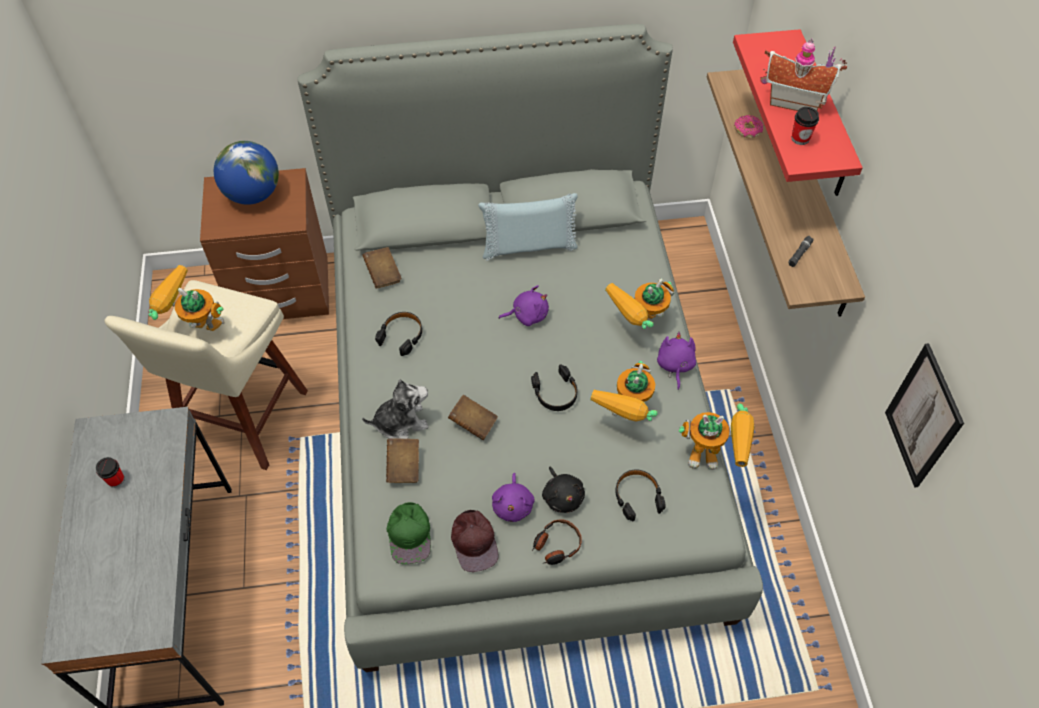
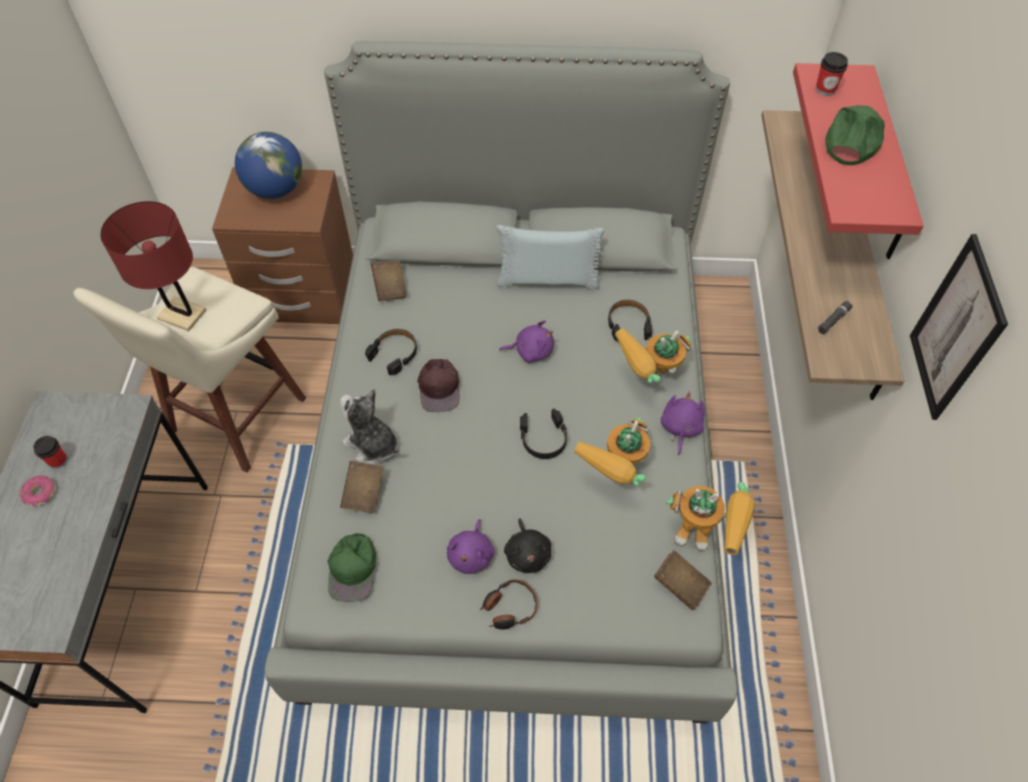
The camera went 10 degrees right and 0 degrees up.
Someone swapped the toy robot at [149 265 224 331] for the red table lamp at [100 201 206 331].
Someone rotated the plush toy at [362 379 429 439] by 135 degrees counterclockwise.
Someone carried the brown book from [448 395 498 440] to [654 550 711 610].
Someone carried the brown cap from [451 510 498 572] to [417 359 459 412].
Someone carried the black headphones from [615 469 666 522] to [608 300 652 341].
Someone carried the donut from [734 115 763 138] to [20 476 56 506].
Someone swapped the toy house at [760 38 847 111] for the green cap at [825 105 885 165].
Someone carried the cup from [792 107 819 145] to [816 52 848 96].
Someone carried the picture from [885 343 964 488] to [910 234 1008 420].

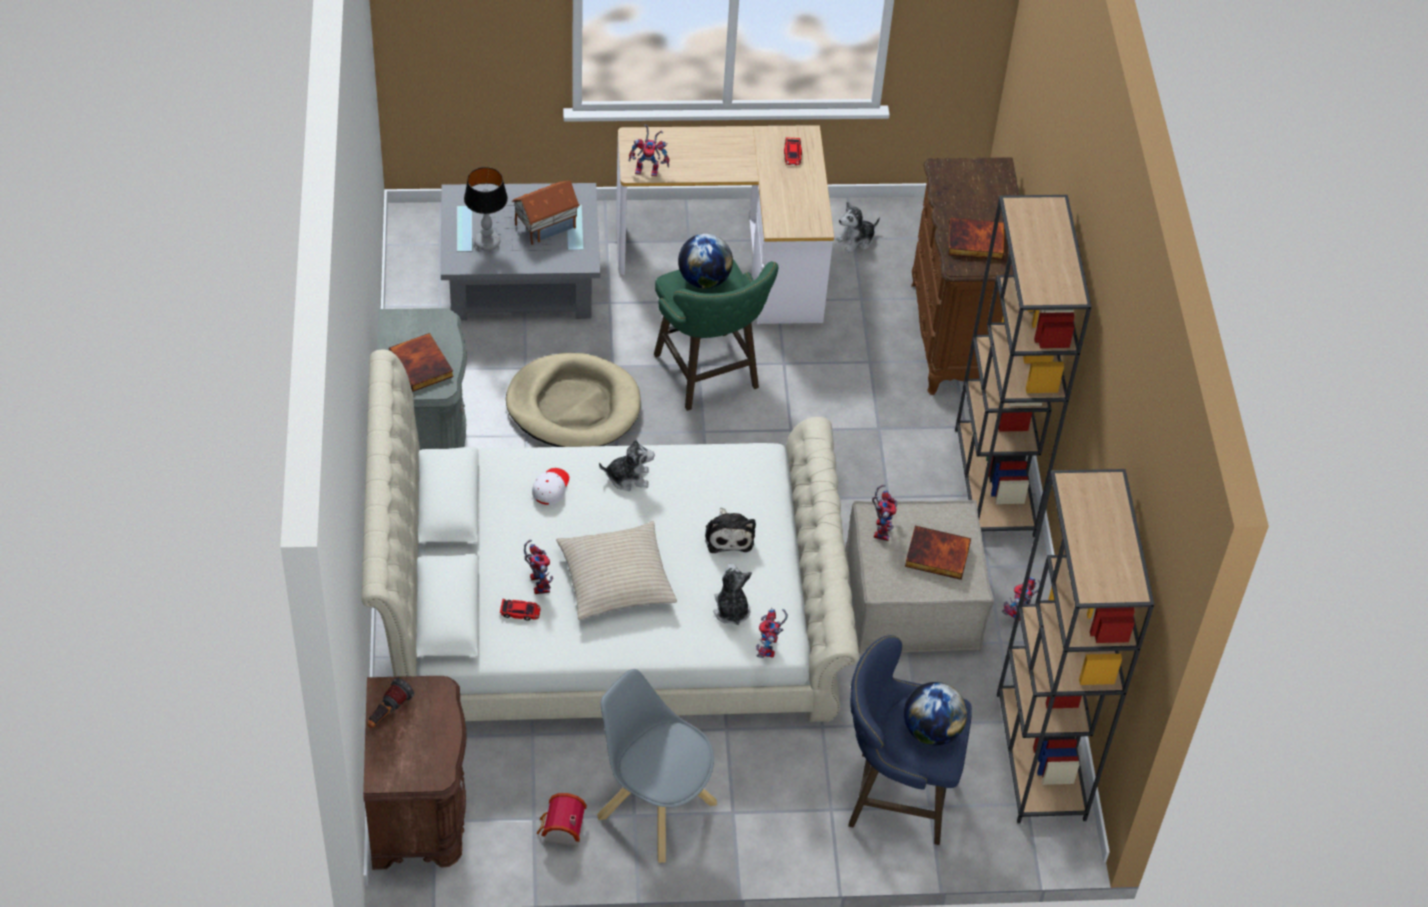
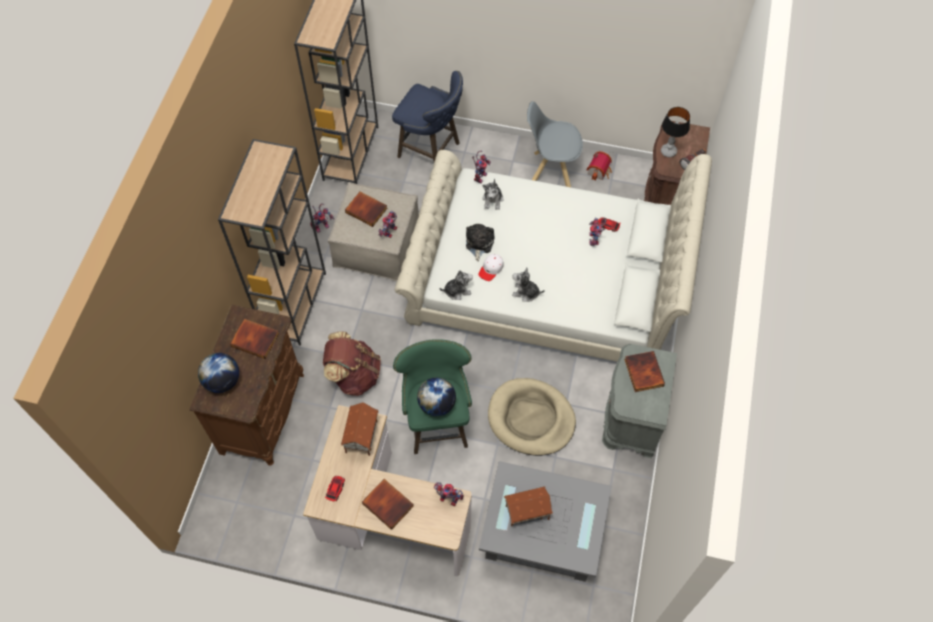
The camera went 160 degrees left and 10 degrees up.
Someone carried the table lamp from [464 167 508 251] to [661 107 690 158].
Someone carried the white cap from [532 468 569 505] to [478 254 503 281].
Someone took away the beige pillow at [556 521 677 620].
Someone rotated the grey chair at [597 669 717 863] by 135 degrees clockwise.
Someone carried the plush toy from [836 201 880 253] to [440 270 473 300].
Someone carried the globe from [904 682 967 746] to [198 353 239 393].
Someone put down the brown backpack at [323 331 381 396].
Someone put down the toy house at [341 403 379 456].
Someone put down the book at [362 479 414 530].

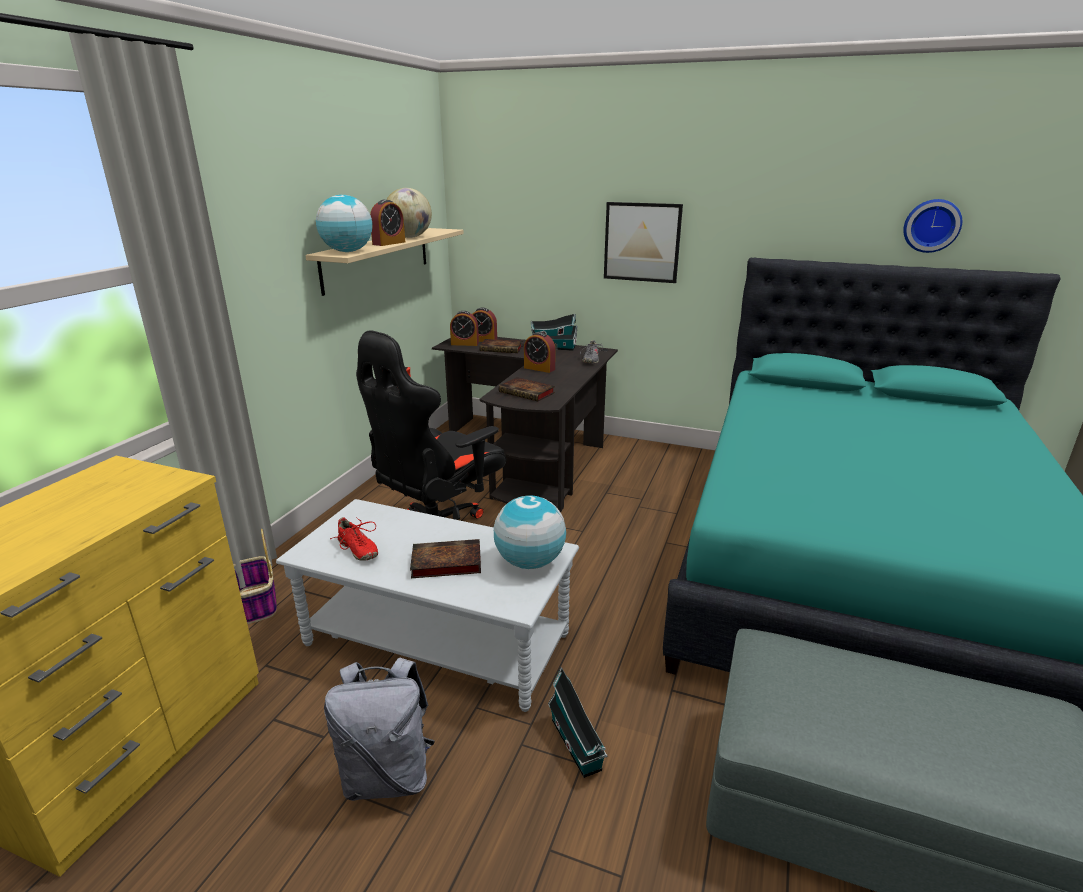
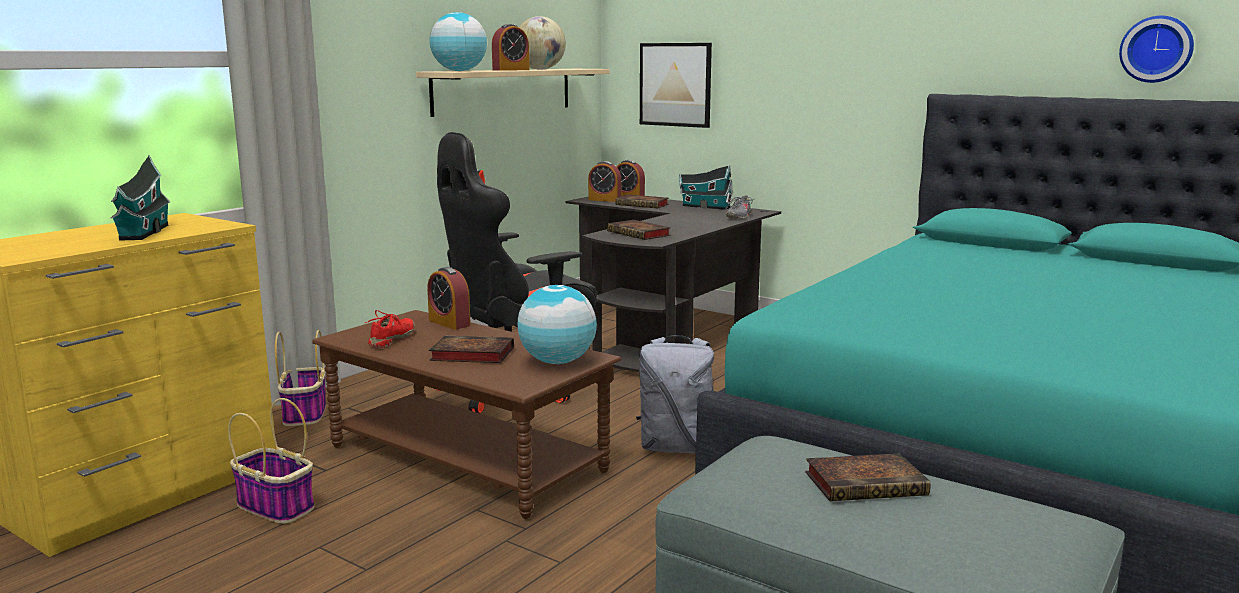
The camera went 15 degrees right and 10 degrees down.
Someone repainted the grey coffee table at [276 499 579 712], which became the brown coffee table at [312 310 621 519].
Someone carried the grey backpack from [324 657 435 801] to [636 335 714 453].
Someone rotated the red shoe at [330 517 378 561] by 135 degrees counterclockwise.
Someone carried the alarm clock from [524 332 555 373] to [427 267 471 330].
Someone carried the toy house from [548 667 608 778] to [110 155 170 241].
Someone carried the picture from [604 202 683 283] to [640 43 712 128].
Someone put down the basket at [228 398 314 524].
Someone put down the book at [805 453 931 501].

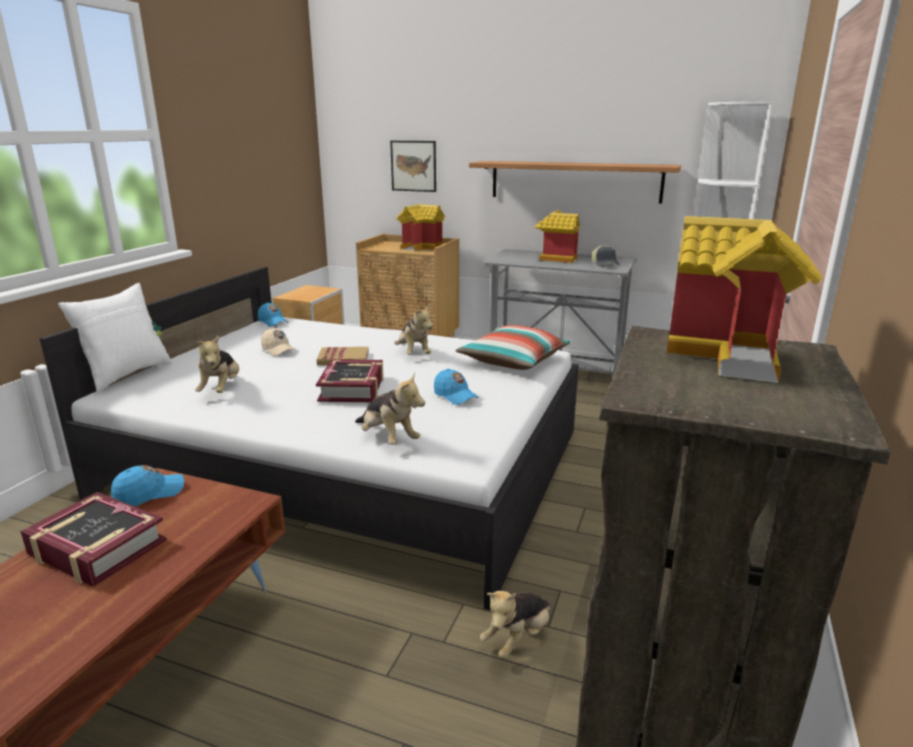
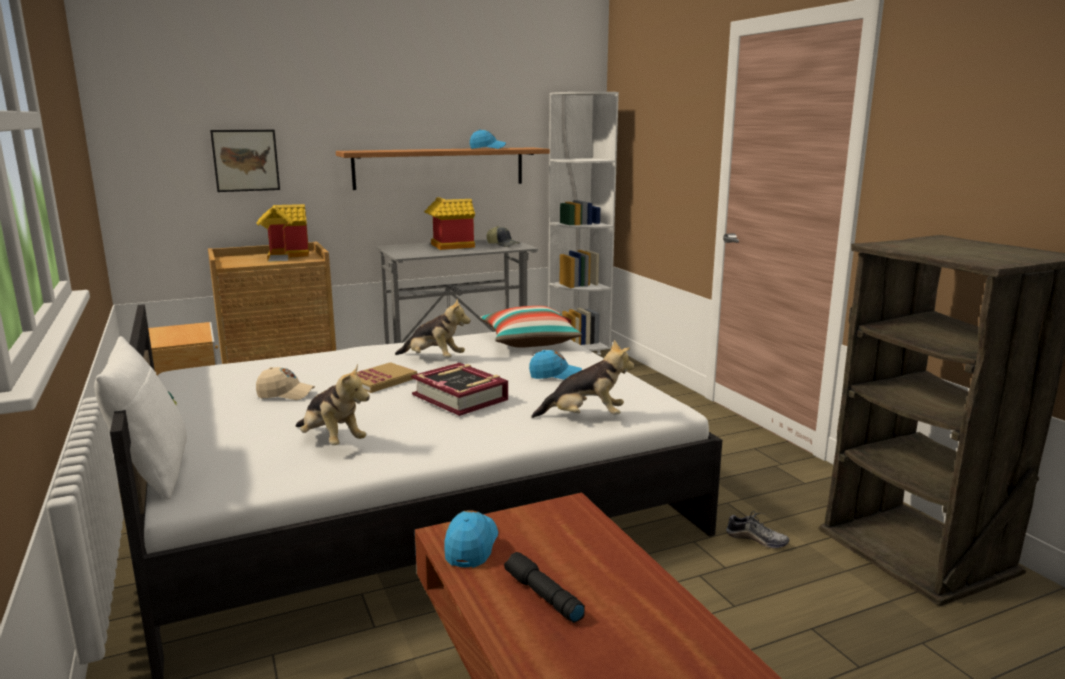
The camera went 45 degrees left and 5 degrees down.
Someone swapped the book at [20 492 167 587] for the black flashlight at [504 552 585 623].
Someone carried the blue cap from [258 302 289 327] to [470 130 506 149].
Someone swapped the plush toy at [480 591 551 659] for the shoe at [726 511 789 548].
Someone took away the toy house at [667 216 823 383].

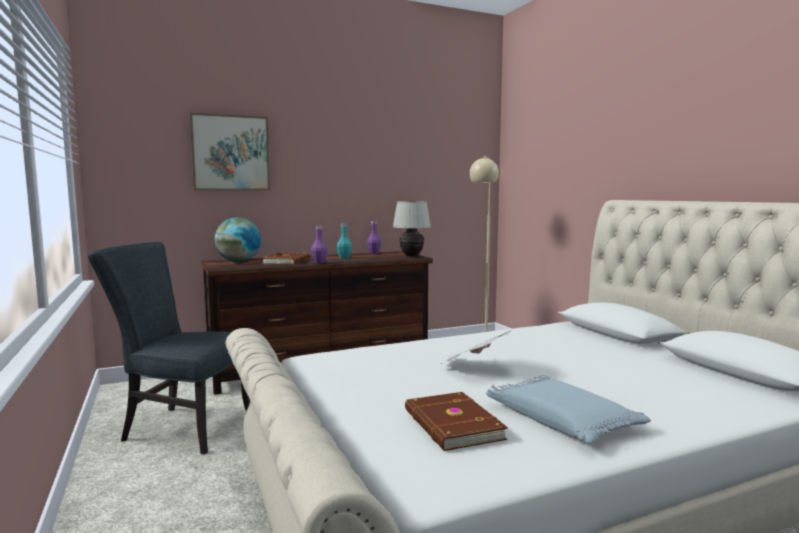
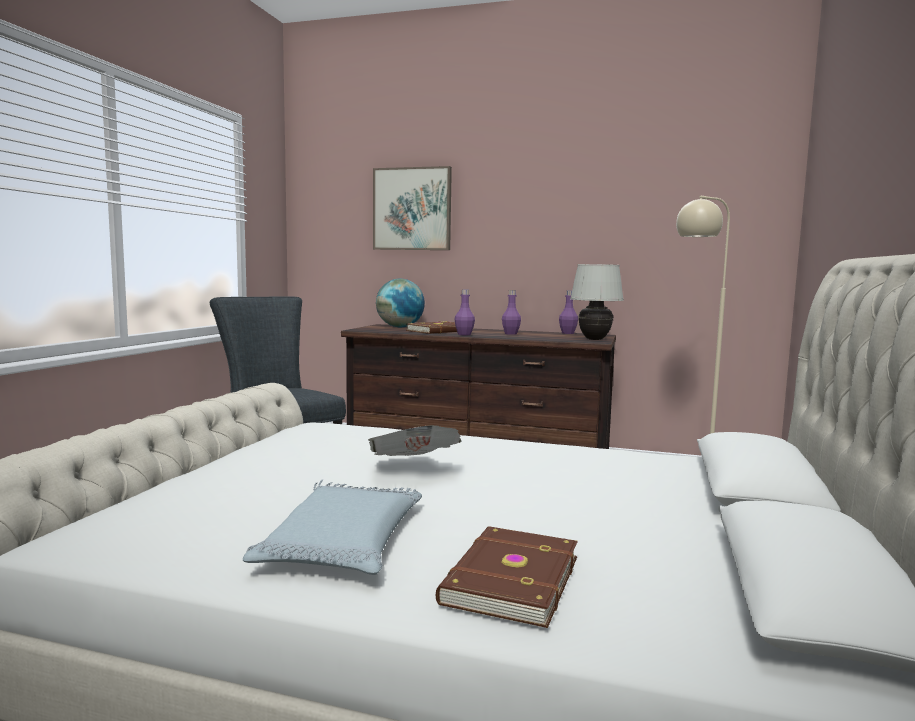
The camera went 40 degrees right and 0 degrees up.
Someone repainted the turquoise bottle at [336 223 352 259], which became the purple bottle at [502 290 521 335].
Someone carried the brown book from [405 392 508 451] to [436 526 578 628].

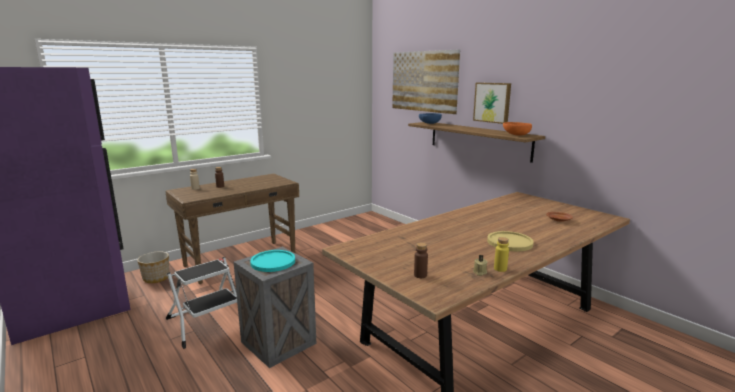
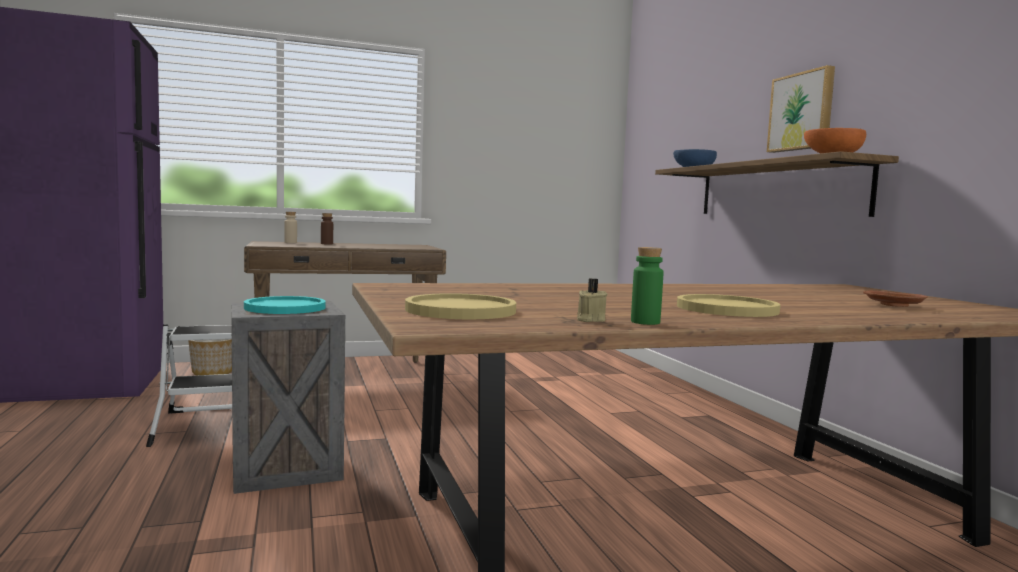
The camera went 20 degrees right and 10 degrees down.
Someone took away the picture at [392 49 460 114].
Someone swapped the brown bottle at [414 243 428 278] for the yellow plate at [405 293 516 319].
Someone repainted the yellow bottle at [494 237 509 272], which became the green bottle at [631 247 663 325].

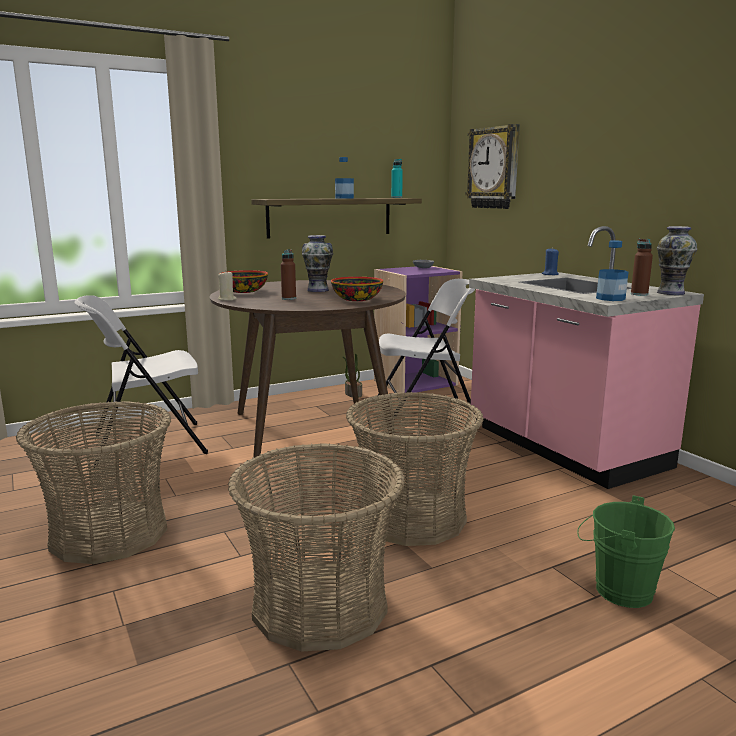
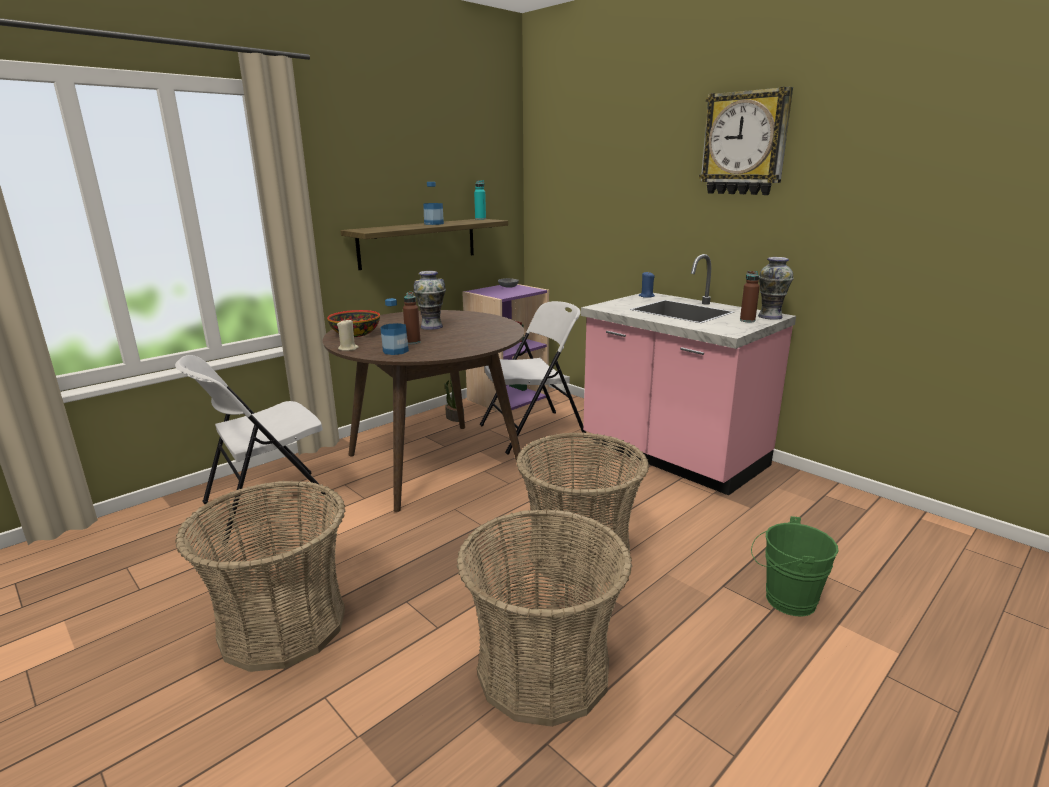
The camera went 15 degrees left and 5 degrees up.
Someone took away the bowl at [331 277 383 301].
Someone carried the wall clock from [465 124 520 209] to [699 87 793 195].
Someone carried the bottle from [596 240 628 301] to [380 298 409 355].

